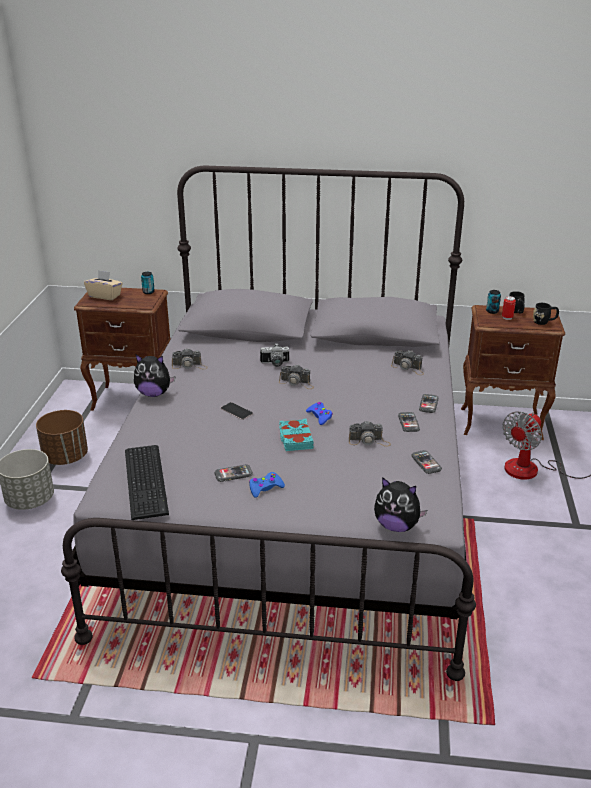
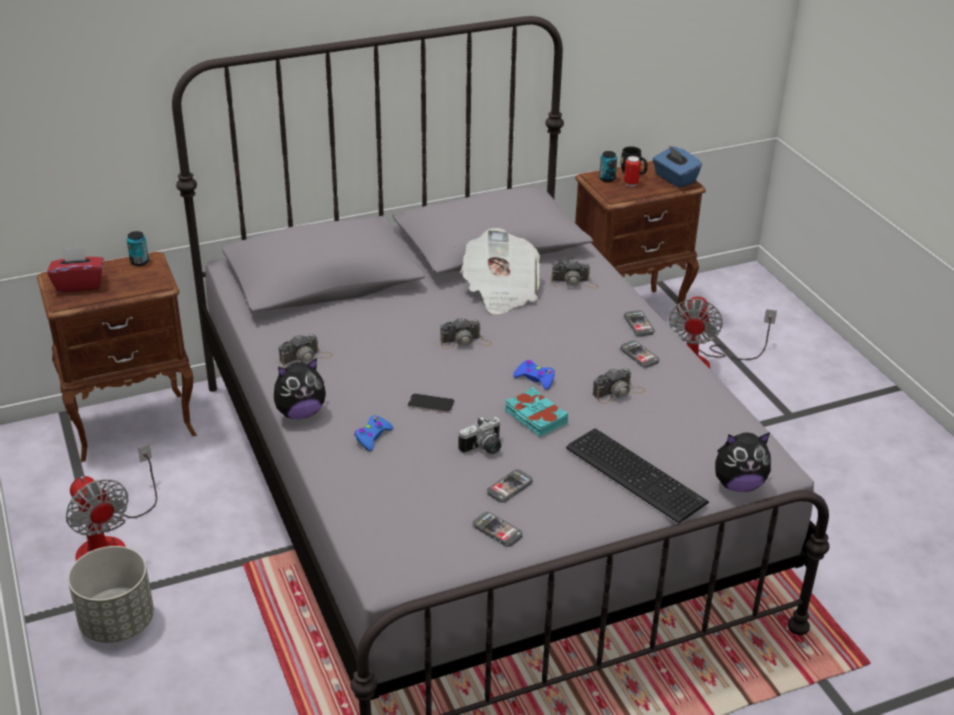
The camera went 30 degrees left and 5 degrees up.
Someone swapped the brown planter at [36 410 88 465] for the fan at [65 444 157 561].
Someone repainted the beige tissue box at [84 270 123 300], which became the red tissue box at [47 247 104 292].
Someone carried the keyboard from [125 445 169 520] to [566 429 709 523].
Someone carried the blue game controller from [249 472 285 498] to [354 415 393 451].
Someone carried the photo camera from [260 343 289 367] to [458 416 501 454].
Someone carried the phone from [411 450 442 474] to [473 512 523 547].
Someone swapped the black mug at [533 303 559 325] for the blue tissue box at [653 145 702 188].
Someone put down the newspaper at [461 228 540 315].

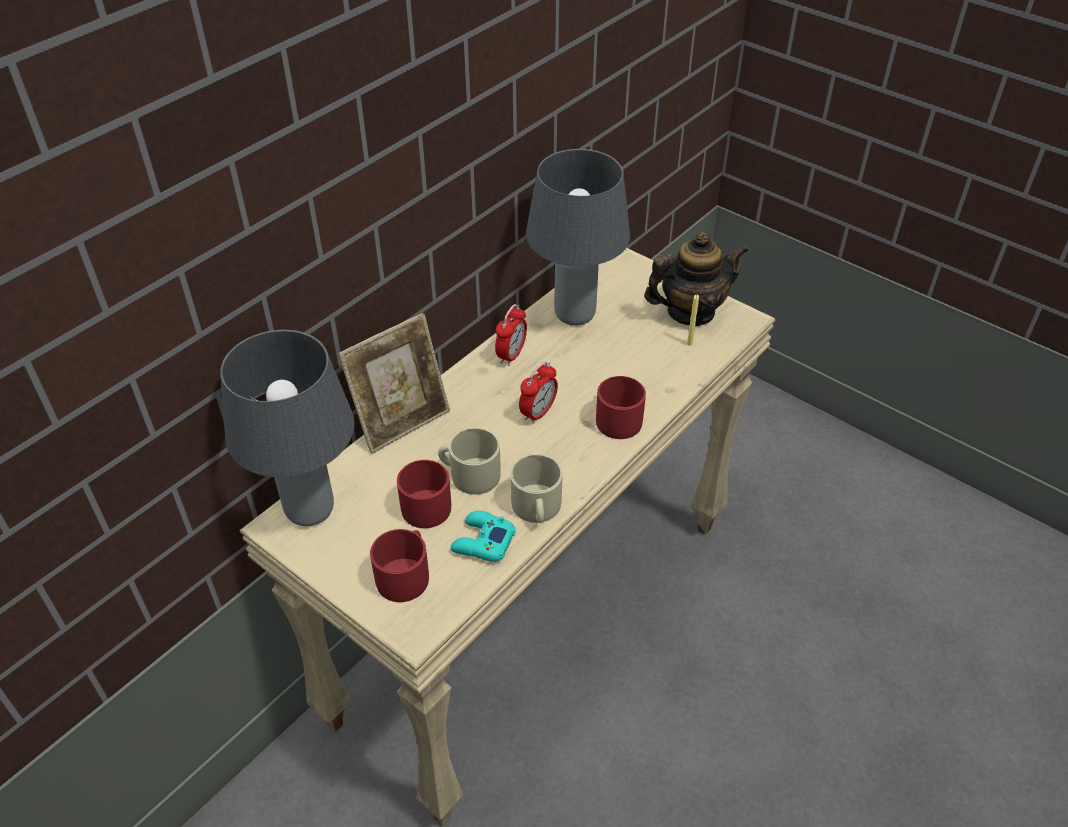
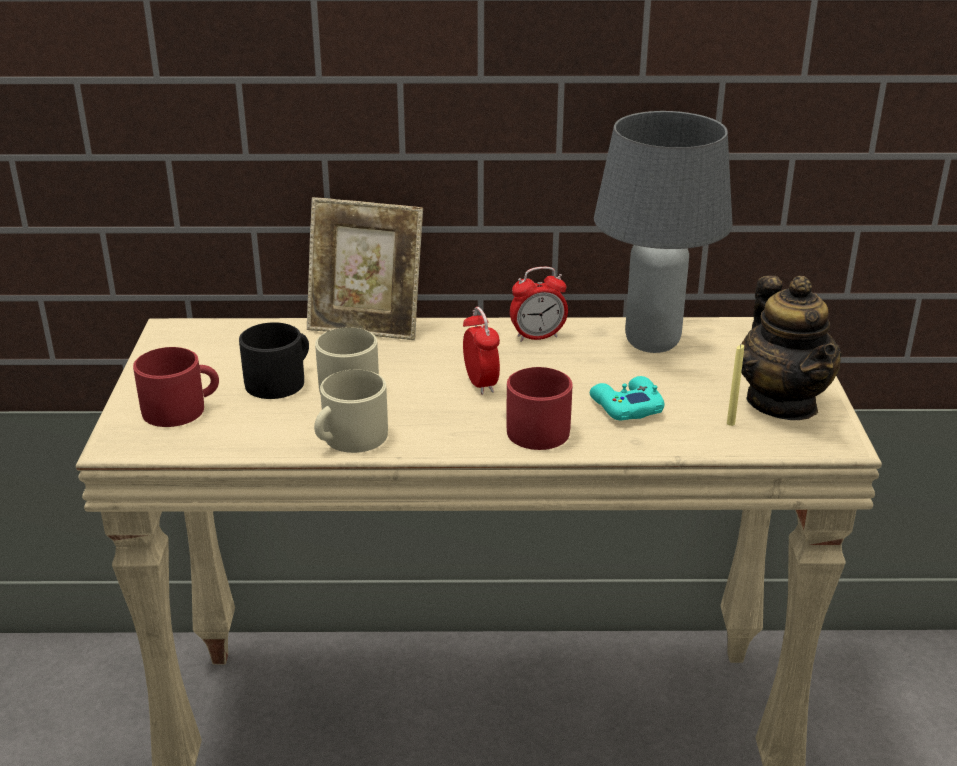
The camera went 50 degrees right and 15 degrees down.
Someone took away the grey table lamp at [220 330 354 526].
Someone repainted the red mug at [397 460 451 528], which became the black mug at [239 322 309 399].
Someone carried the turquoise game controller from [450 511 516 562] to [590 376 664 420].
Someone rotated the alarm clock at [519 362 558 424] by 105 degrees counterclockwise.
Someone rotated the teapot at [644 232 749 326] by 45 degrees clockwise.

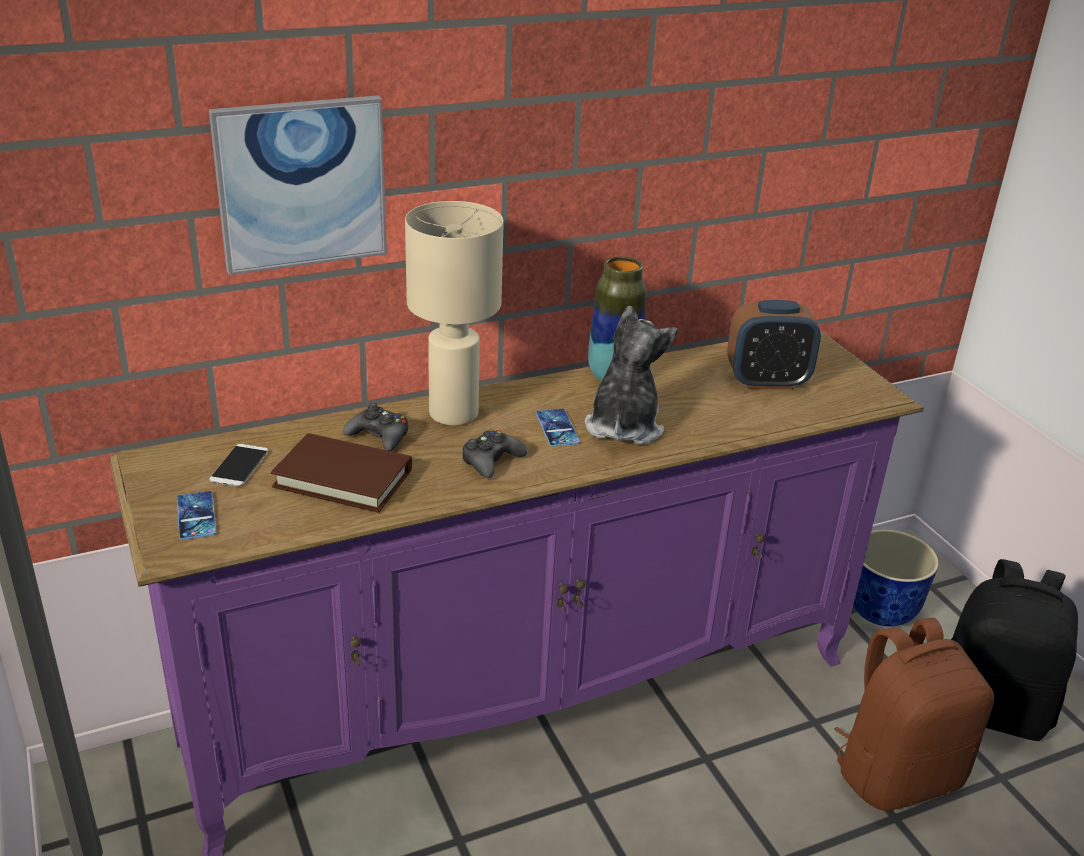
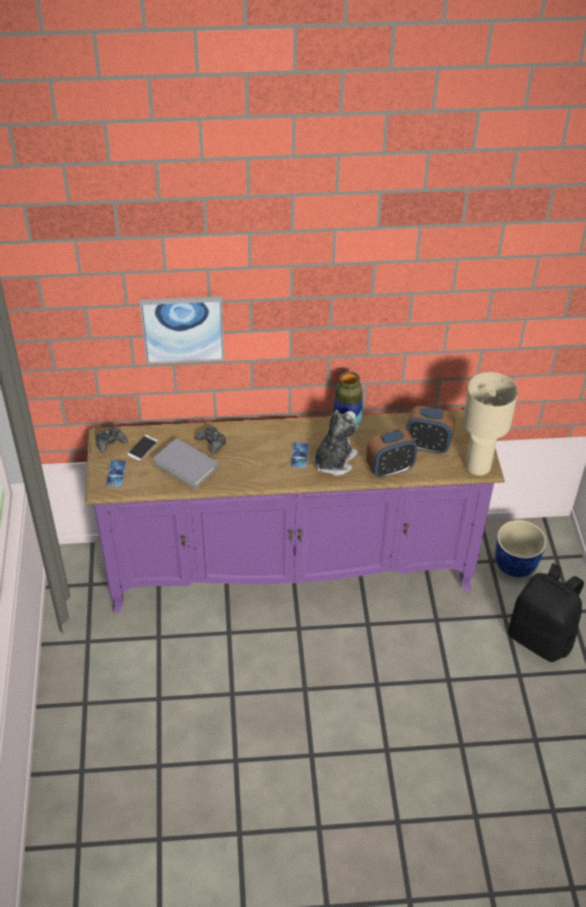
The camera went 20 degrees right and 15 degrees up.
Someone repainted the brown book at [271 433 412 513], which became the grey book at [153 438 219 490].
Someone carried the beige table lamp from [405 201 504 426] to [463 372 518 476].
Someone carried the black game controller from [462 429 527 478] to [96 427 128 453].
Someone took away the brown backpack at [834 618 994 811].
Someone put down the alarm clock at [366 428 417 478].

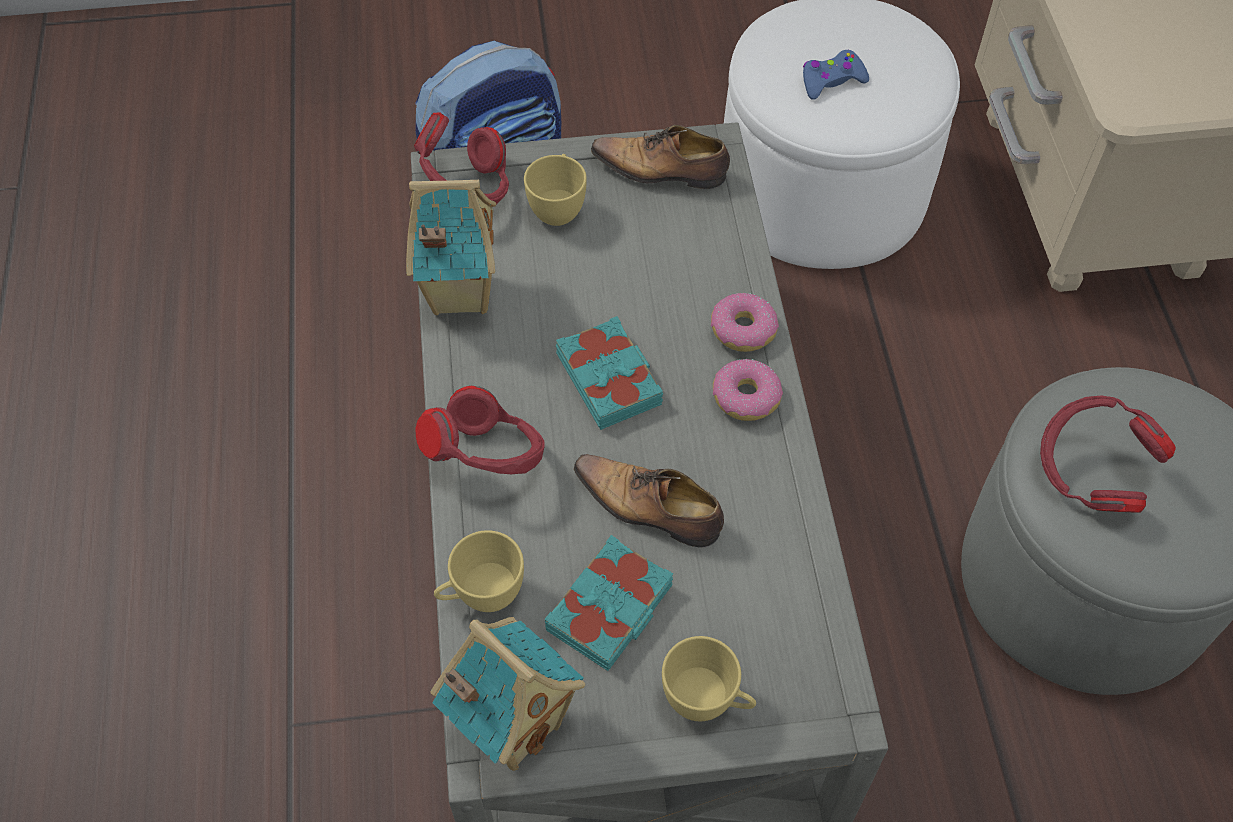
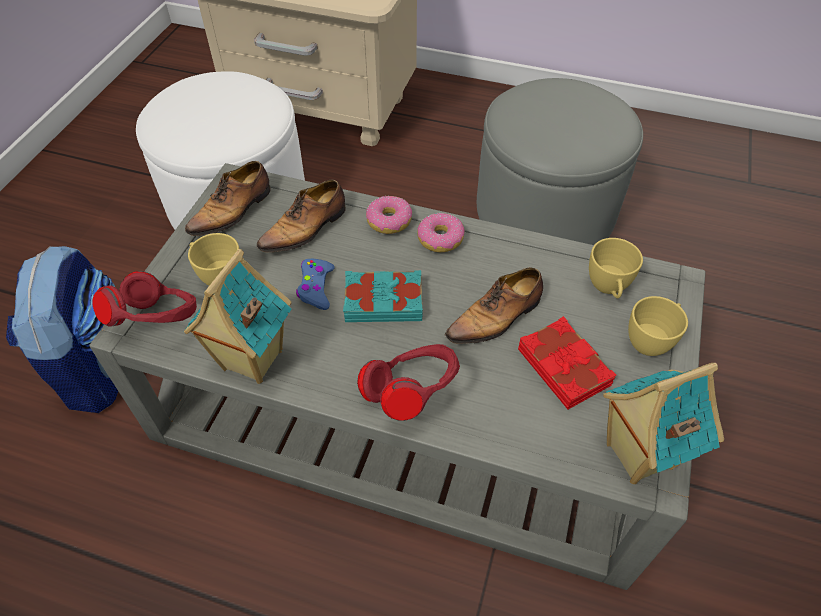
The camera went 65 degrees left and 5 degrees down.
Someone carried the yellow cup from [434 530 524 612] to [589 238 643 298].
Someone repainted the turquoise book at [545 535 674 671], which became the red book at [518 316 616 409].
Someone carried the blue game controller from [803 50 869 100] to [296 259 335 310].
Someone took away the red headphones at [1040 396 1176 513].
Someone put down the shoe at [256 180 346 253].

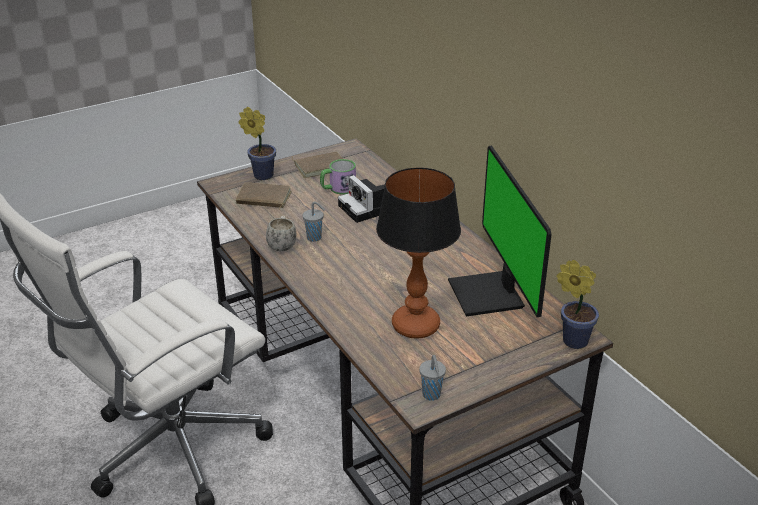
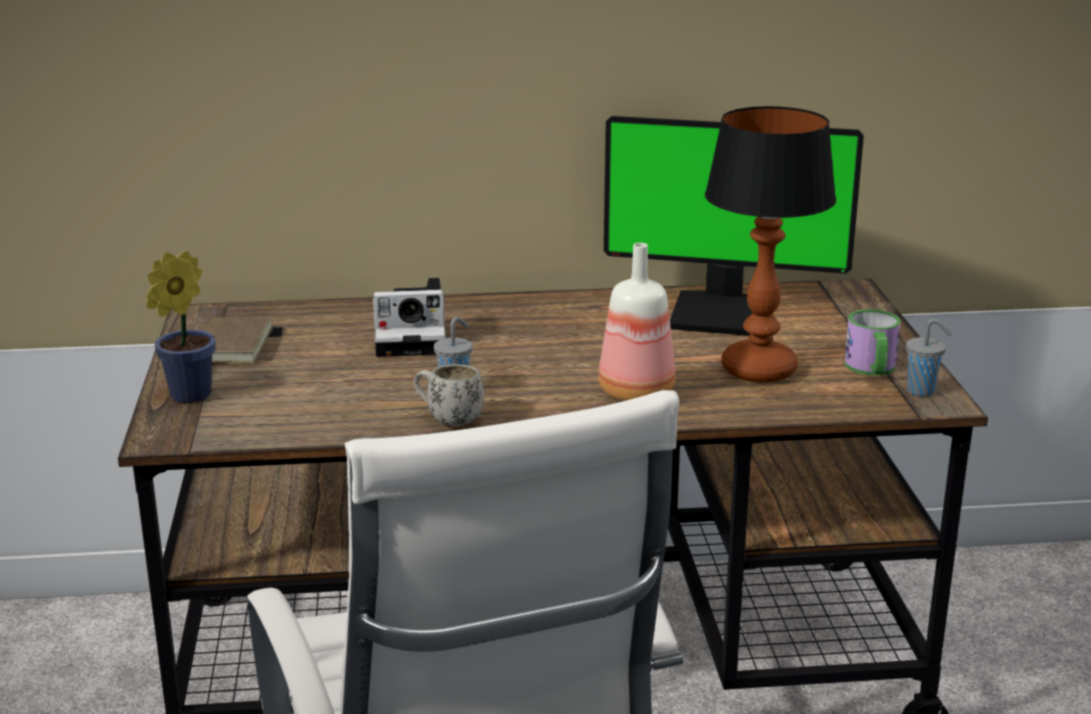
The camera went 65 degrees left and 10 degrees down.
Someone took away the brown book at [236 182 292 210].
Someone carried the mug from [320 159 356 195] to [844 309 901 375].
Someone took away the potted plant at [556 260 599 349].
Someone put down the bottle at [599 243 675 401].

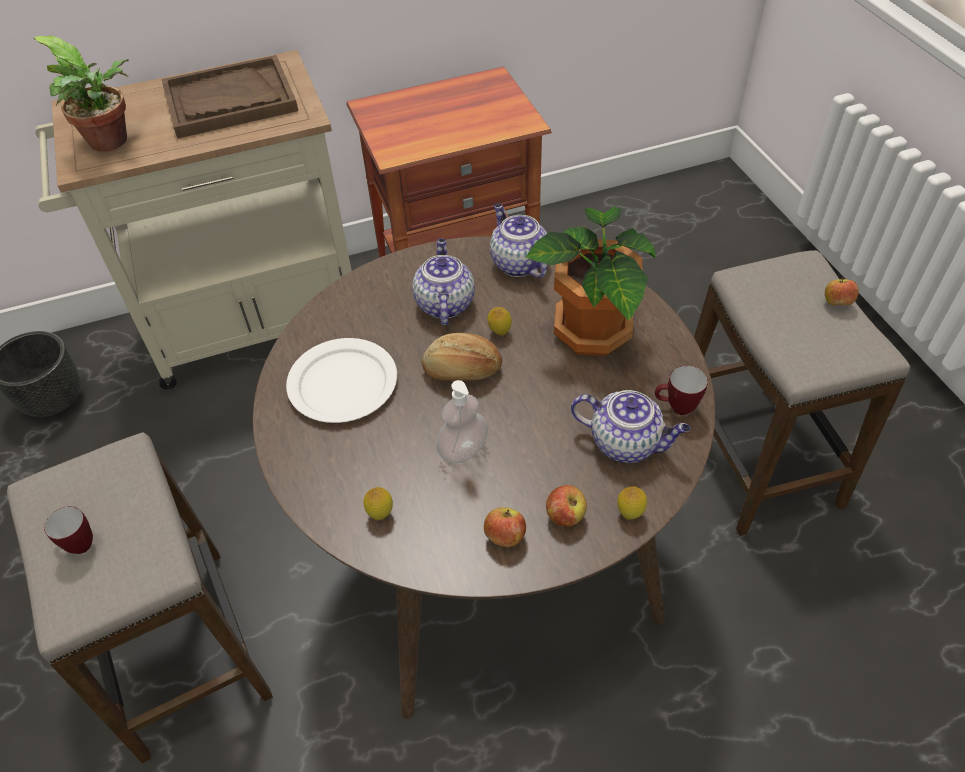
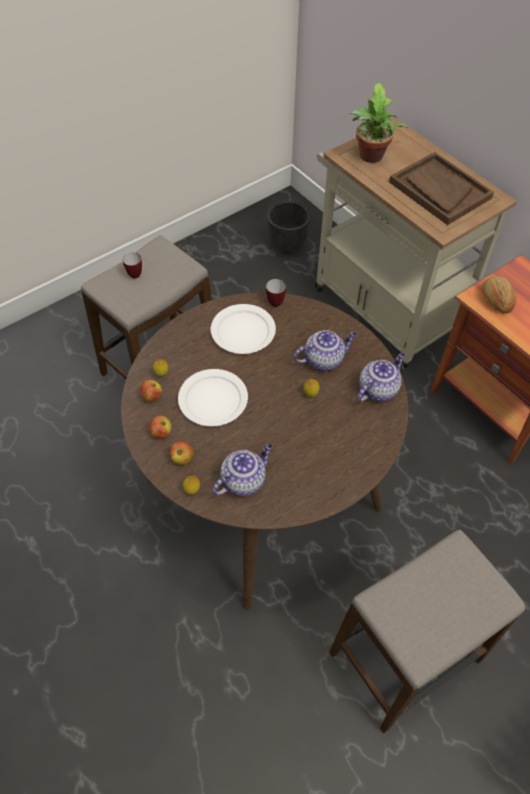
The camera went 70 degrees right and 5 degrees up.
Someone carried the bread from [422 333 502 381] to [482 276 516 314].
Someone swapped the soap dispenser at [436 380 488 463] for the white plate at [178 369 248 426].
Someone took away the potted plant at [526 206 656 356].
Someone rotated the teapot at [571 390 690 463] by 135 degrees counterclockwise.
Someone carried the mug from [655 366 708 415] to [266 279 286 307].
Someone carried the apple from [825 278 859 306] to [140 380 162 402].

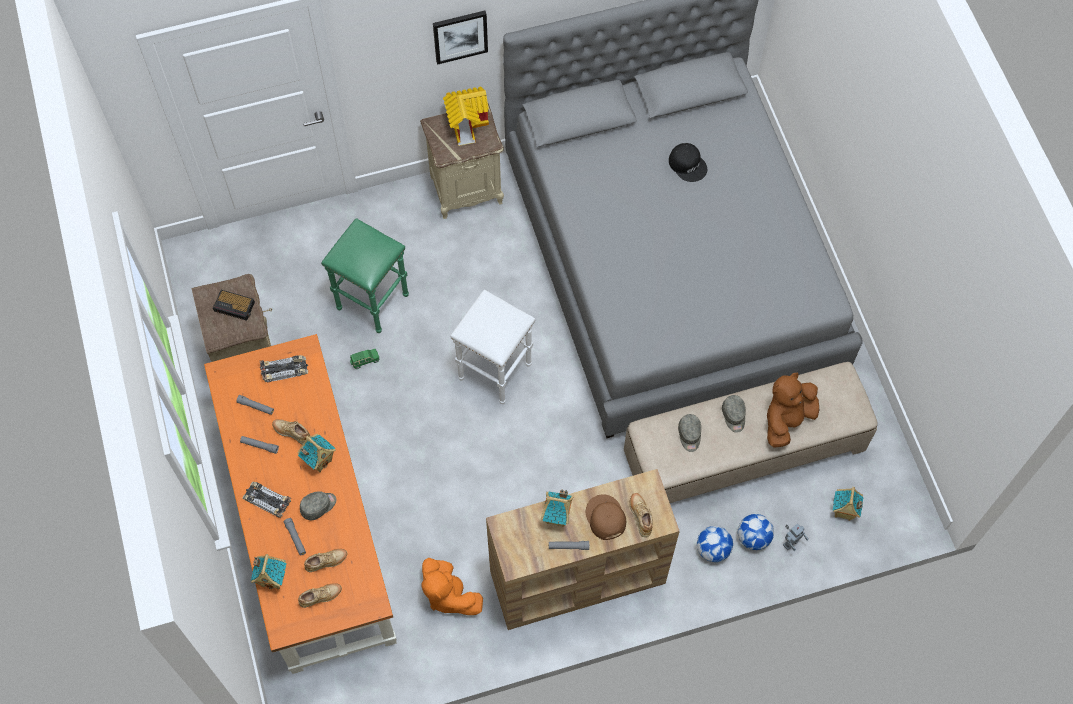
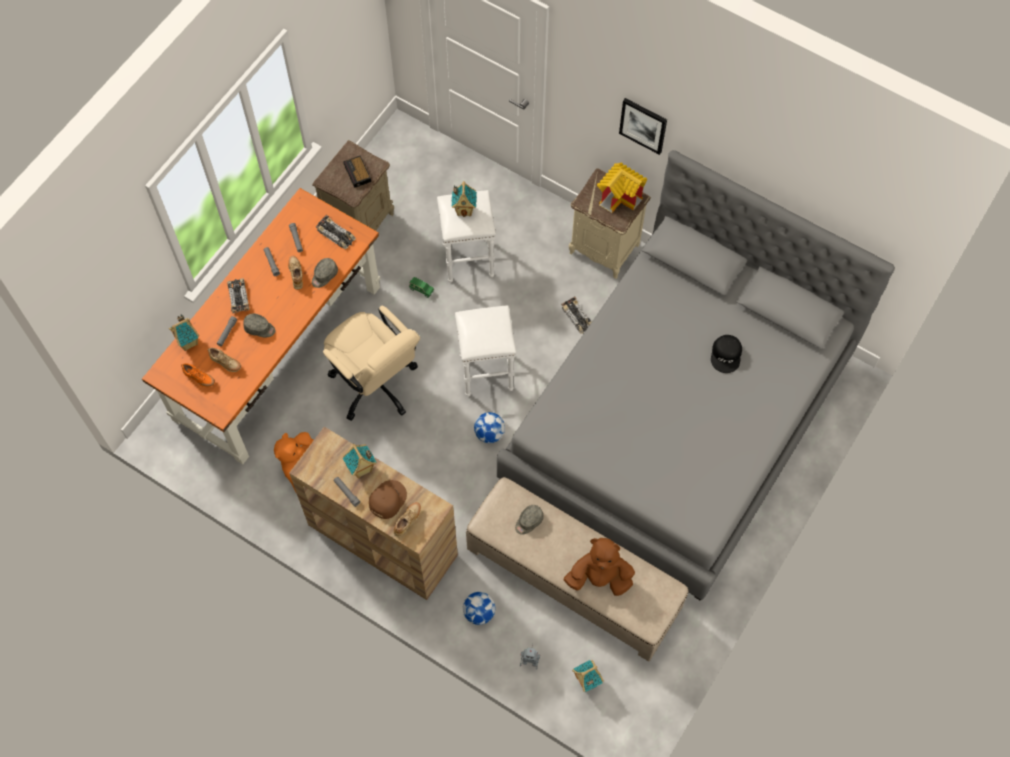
The camera went 50 degrees right and 0 degrees up.
Someone carried the toy house from [298 434 336 472] to [452 181 477 217].
Someone repainted the beige shoe at [298 583 342 608], which became the orange shoe at [181 363 215 387].
Someone repainted the green stool at [321 218 409 333], which became the white stool at [437 190 496 283].
Someone carried the grey cap from [722 395 746 433] to [312 258 338 288].
Someone carried the football from [738 514 774 550] to [474 412 505 443].
Someone put down the beige office chair at [323 306 420 421].
Someone put down the toy car at [561 297 592 334].

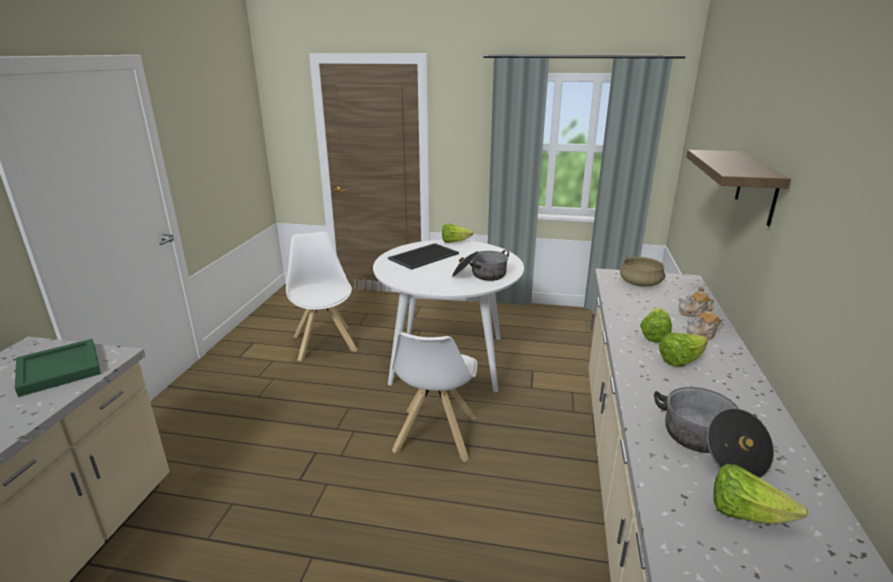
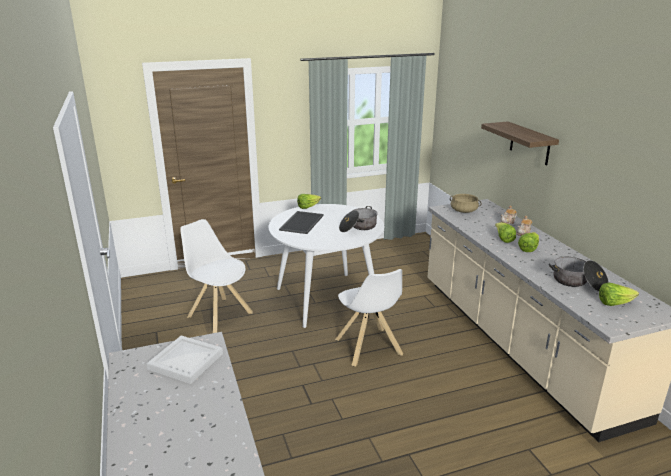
The camera went 30 degrees left and 0 degrees up.
Someone repainted the green tray at [15 339 101 397], which became the white tray at [147 335 223 384].

